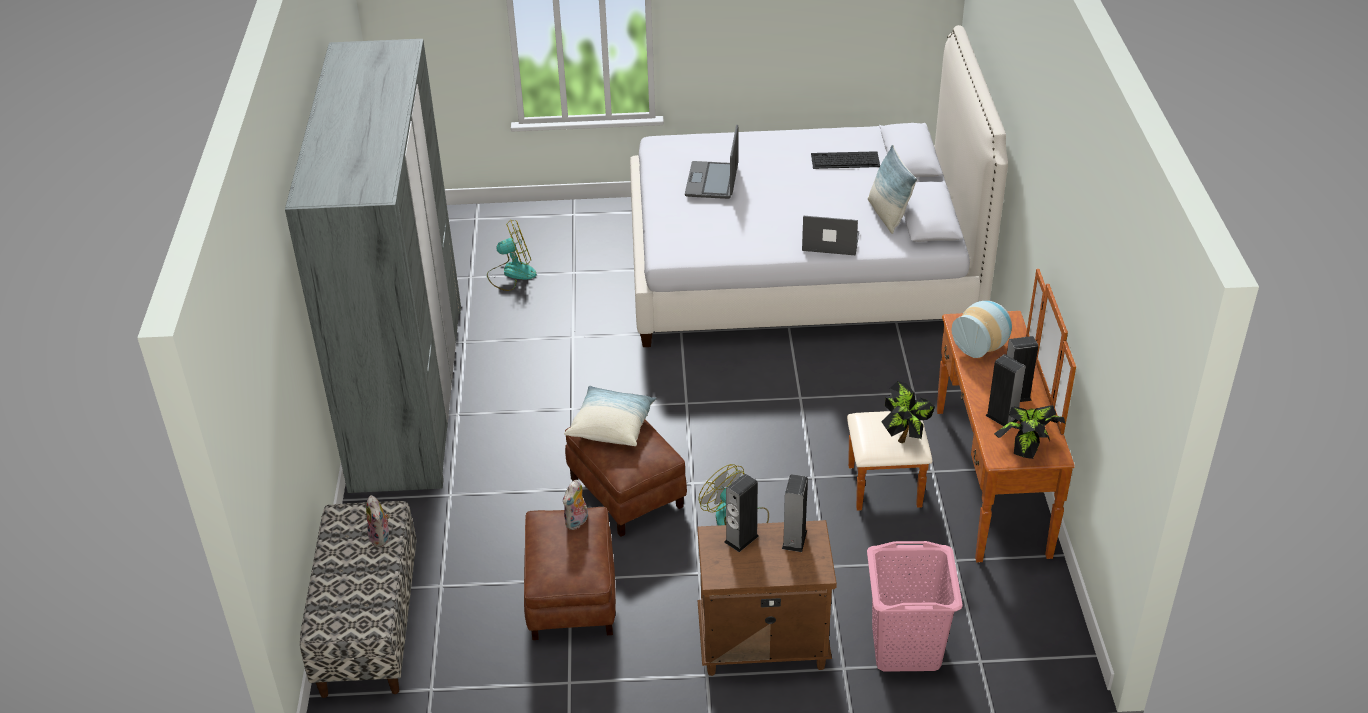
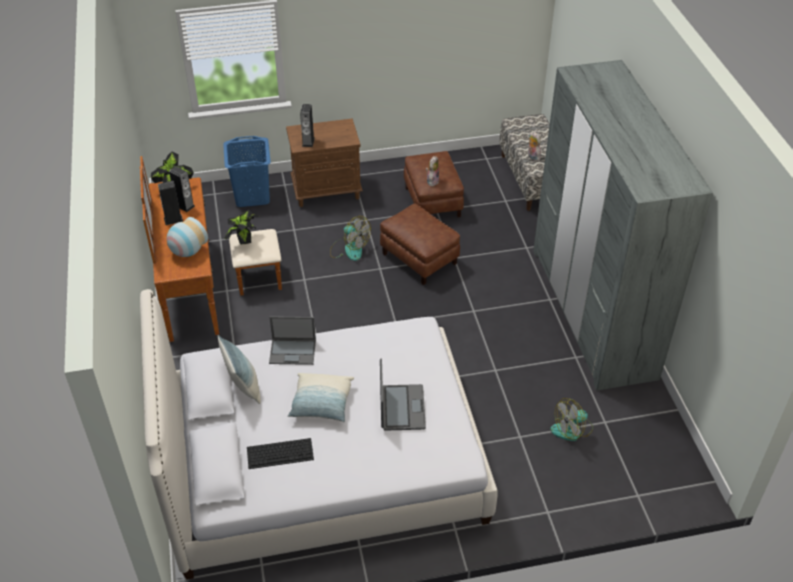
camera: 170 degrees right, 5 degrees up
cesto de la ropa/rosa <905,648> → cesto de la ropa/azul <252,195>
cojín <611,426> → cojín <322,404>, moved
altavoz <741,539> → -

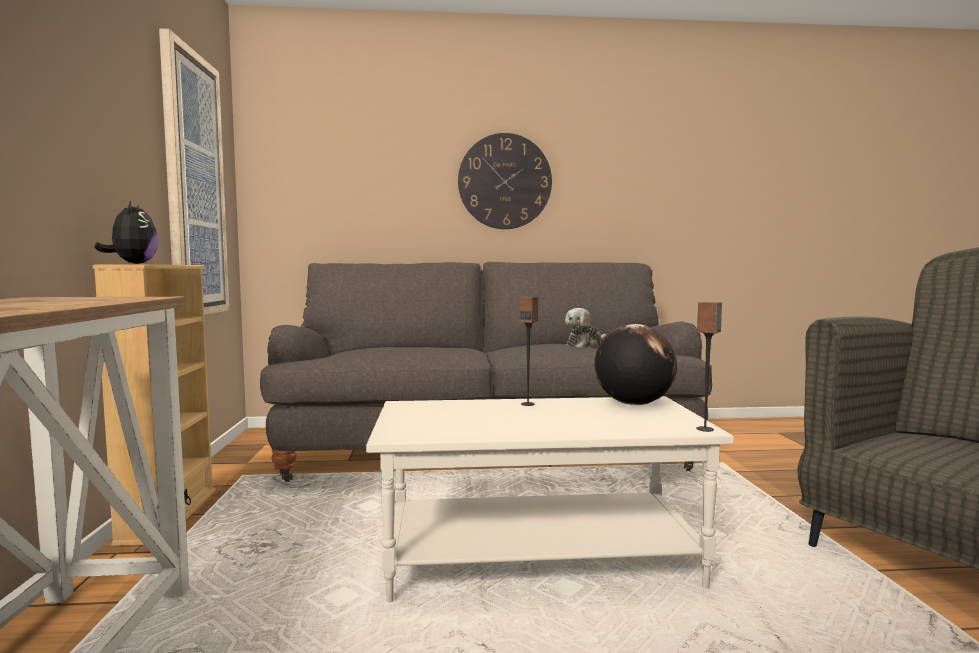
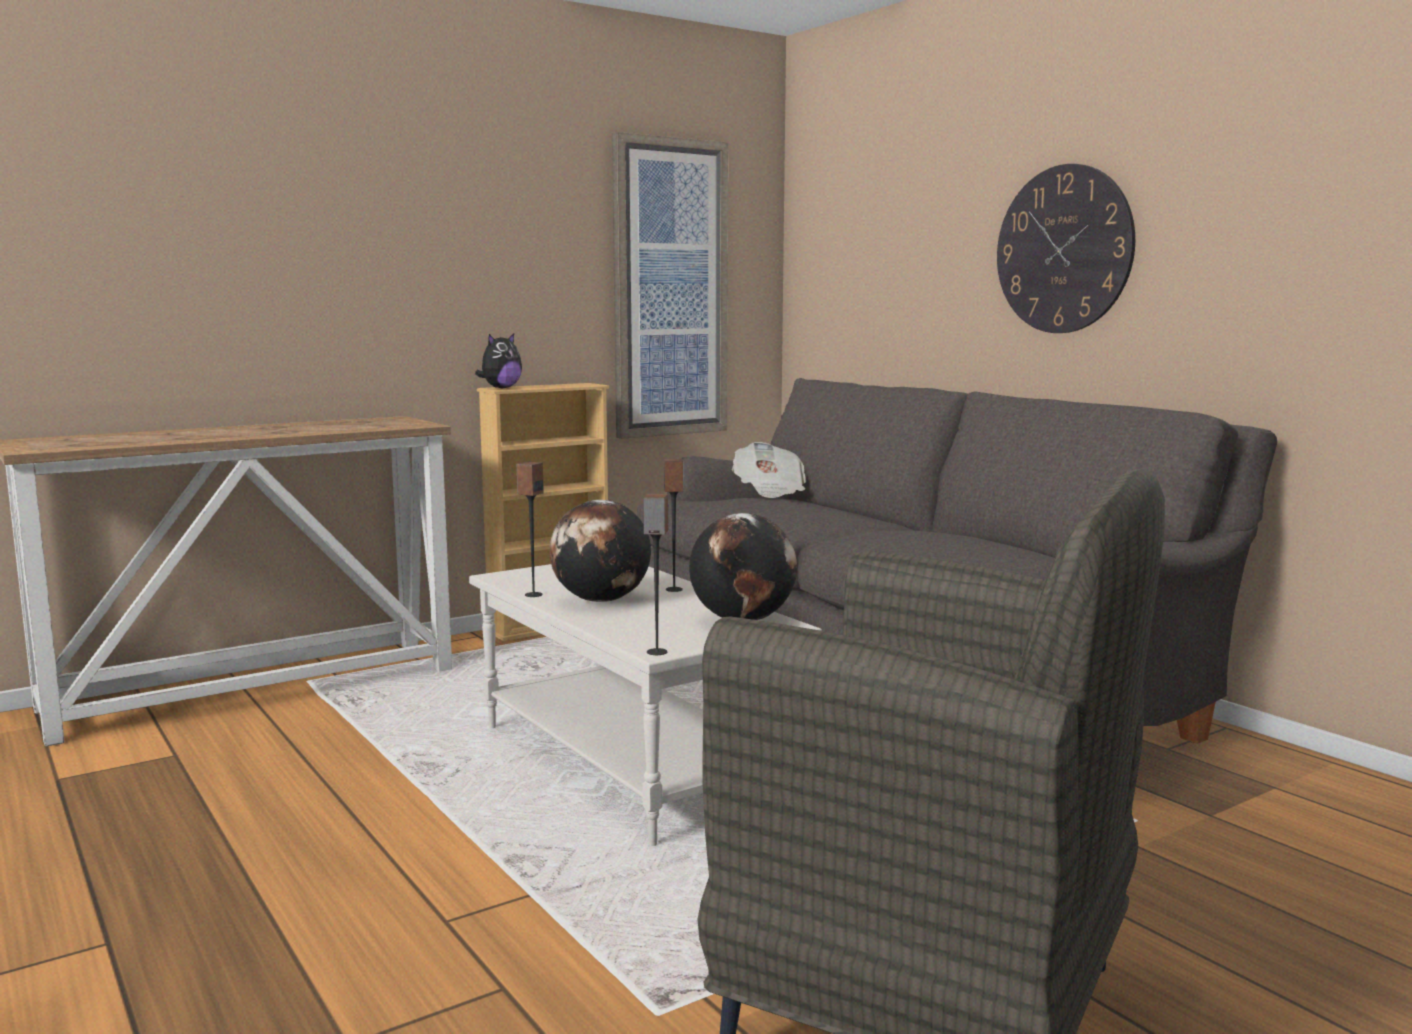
camera: 60 degrees right, 5 degrees up
- → altavoz <533,595>
- → globo terráqueo <601,600>
- → periódico <769,491>
peluche <585,345> → -

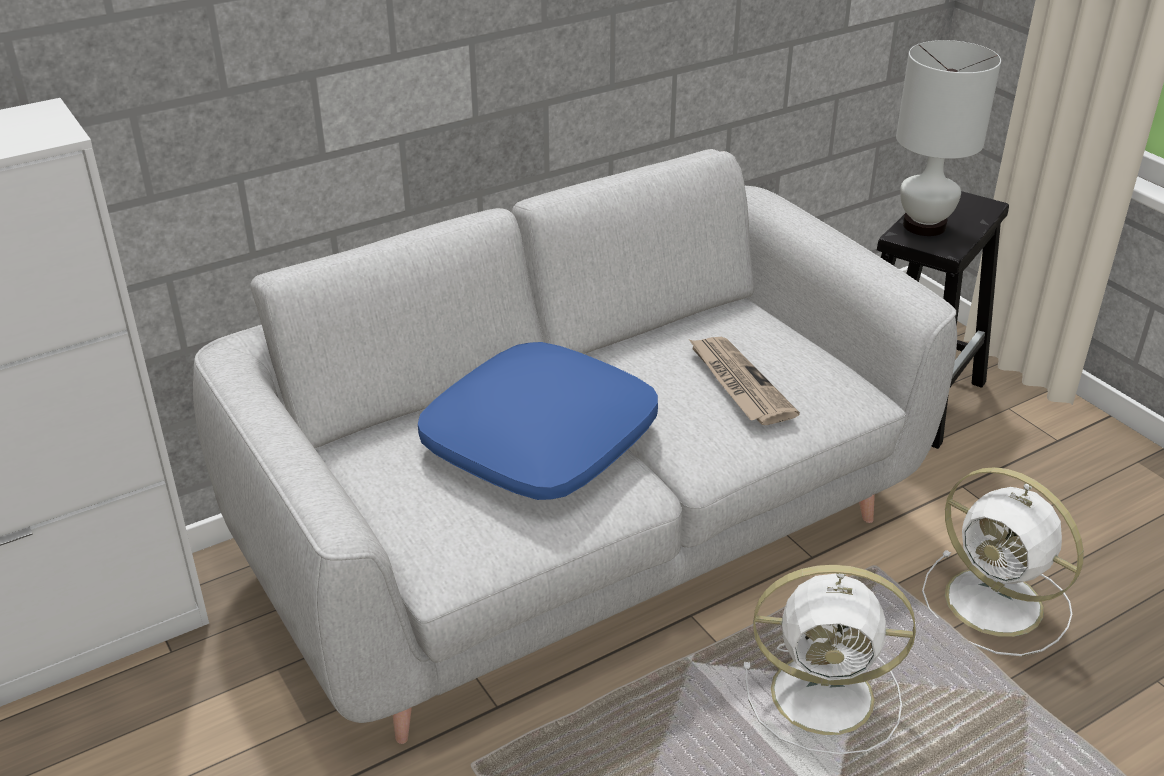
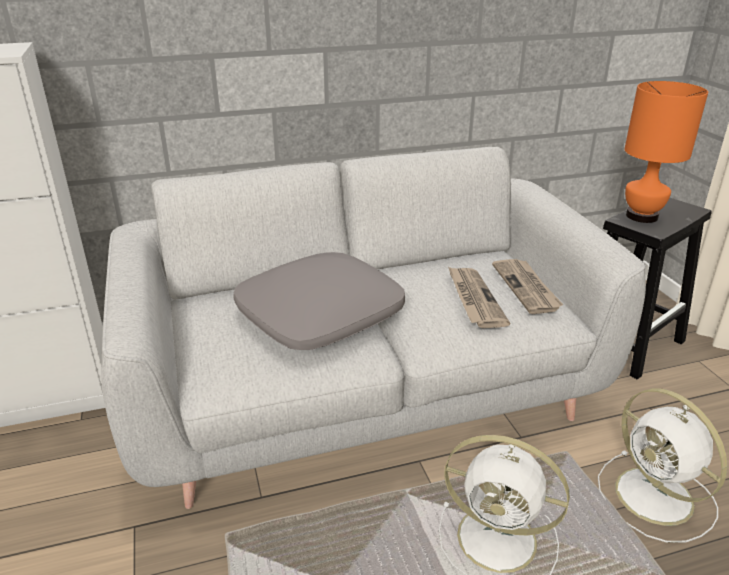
camera: 15 degrees right, 5 degrees down
cojín/azul <539,440> → cojín/gris <320,314>
- → periódico <526,288>
lámpara de mesa/blanco <924,225> → lámpara de mesa/naranja <642,216>

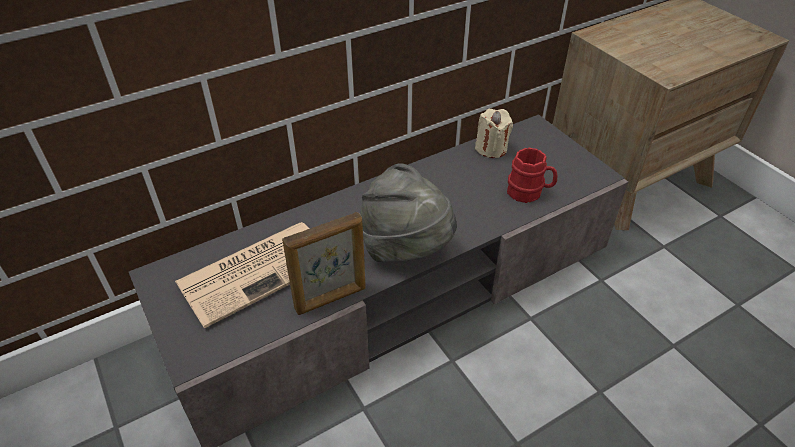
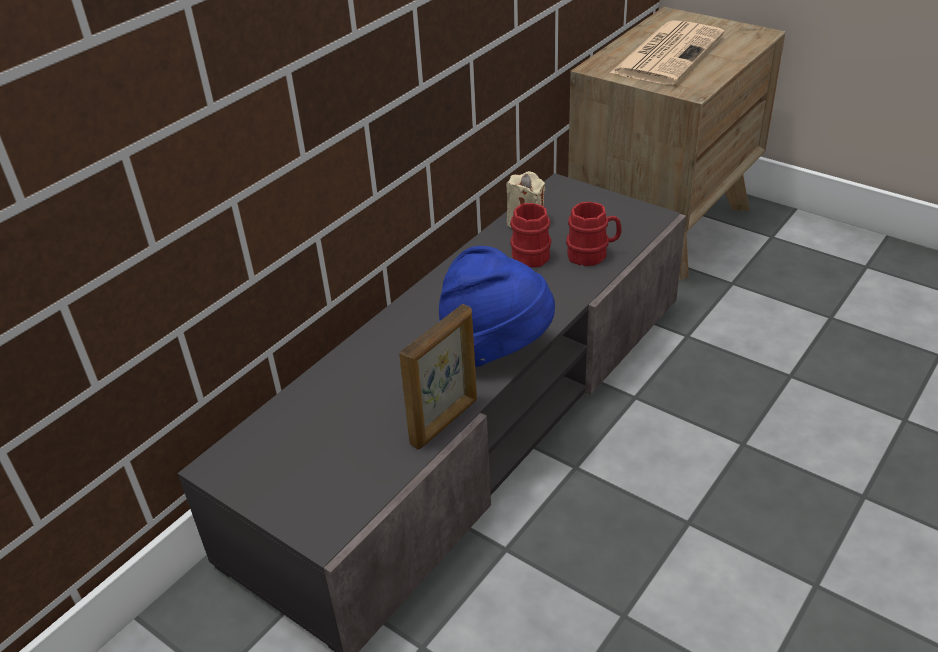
camera: 20 degrees left, 5 degrees down
sombrero/gris <406,248> → sombrero/azul <495,347>
- → taza grande/rojo <530,252>
periódico <257,270> → periódico <668,53>, moved

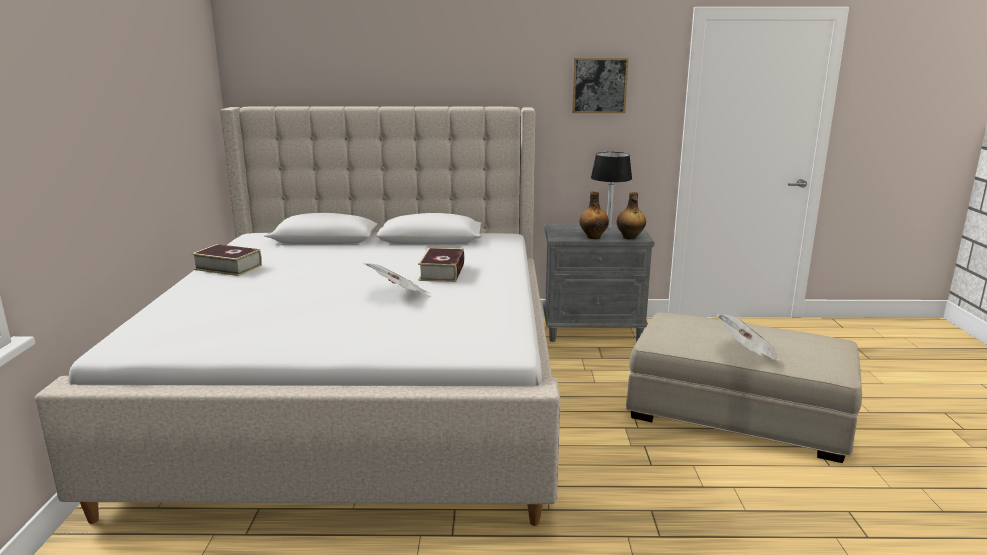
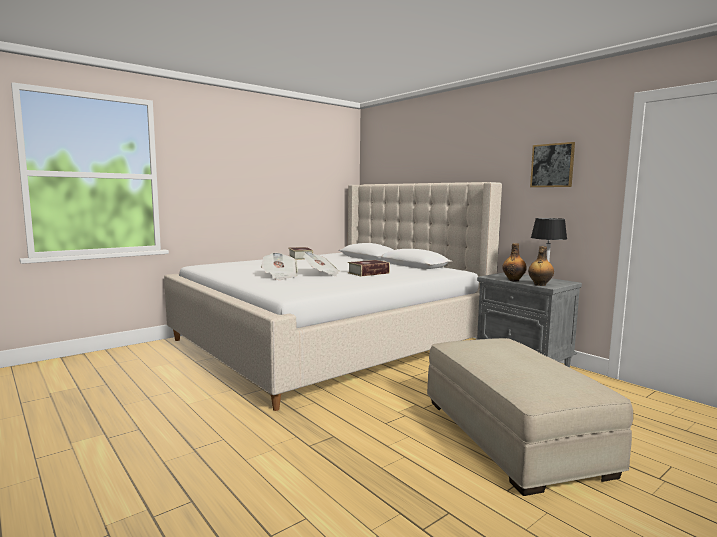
camera: 50 degrees right, 10 degrees down
periódico <747,352> → periódico <280,276>, moved

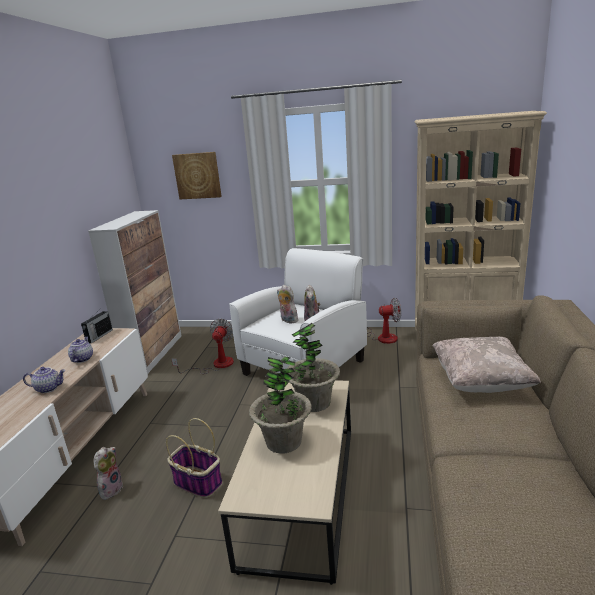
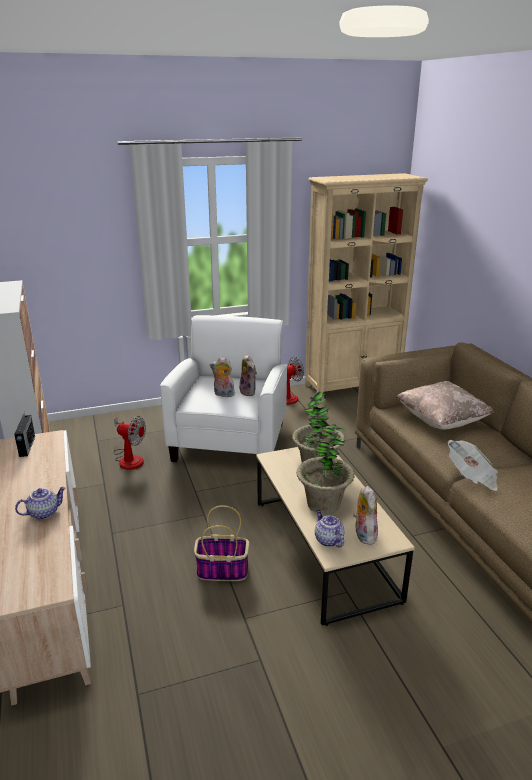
camera: 30 degrees left, 5 degrees up
ventilador <215,365> → ventilador <129,458>, 120 degrees clockwise
tetera <82,359> → tetera <328,540>, moved
peluche <111,489> → peluche <363,534>, moved
- → periódico <472,477>
cuadro <197,175> → -

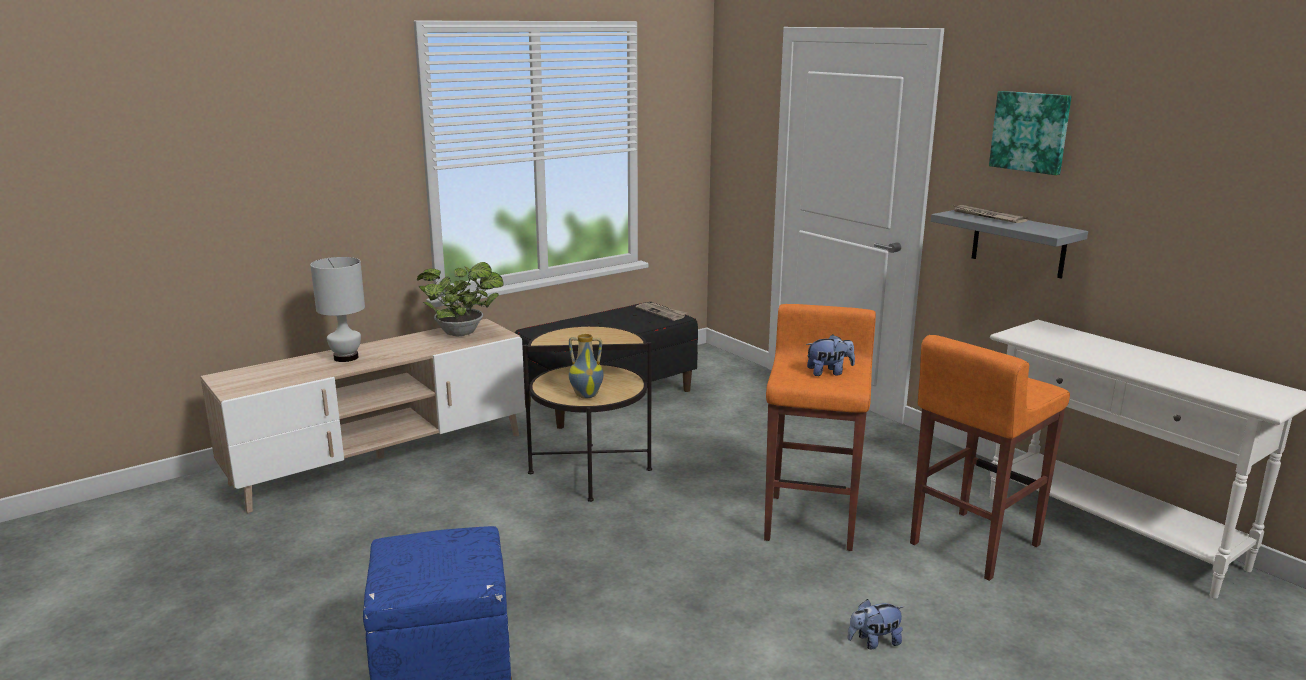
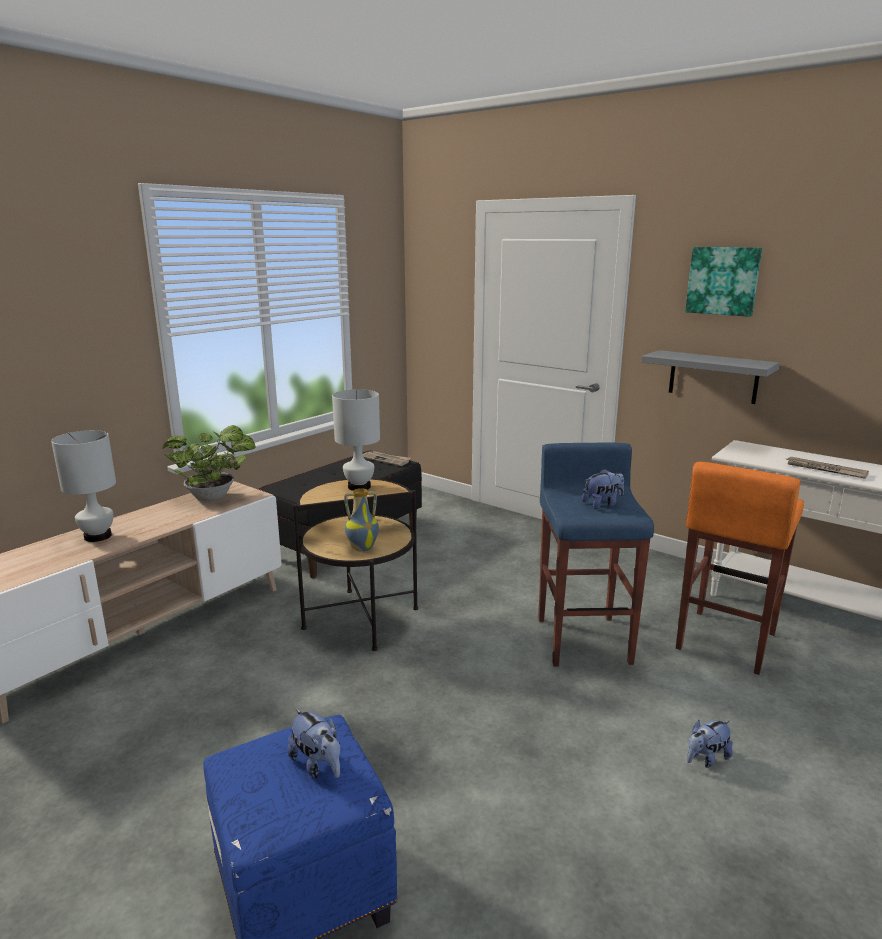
camera: 15 degrees left, 0 degrees up
- → peluche <318,765>
- → lámpara de mesa/blanco <359,487>
taburete/naranja <812,520> → taburete/azul <584,639>
periódico <987,216> → periódico <825,470>, moved

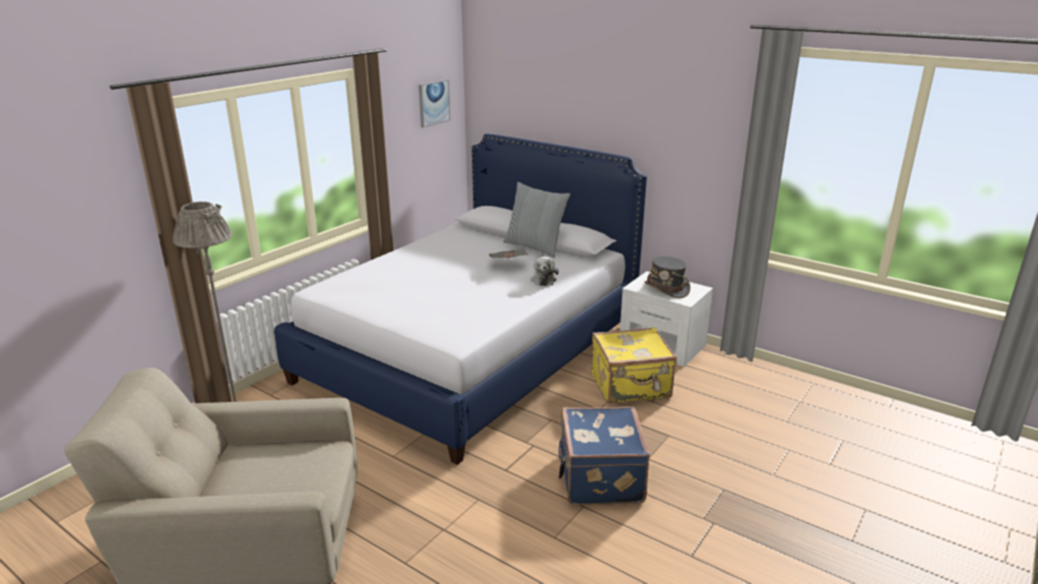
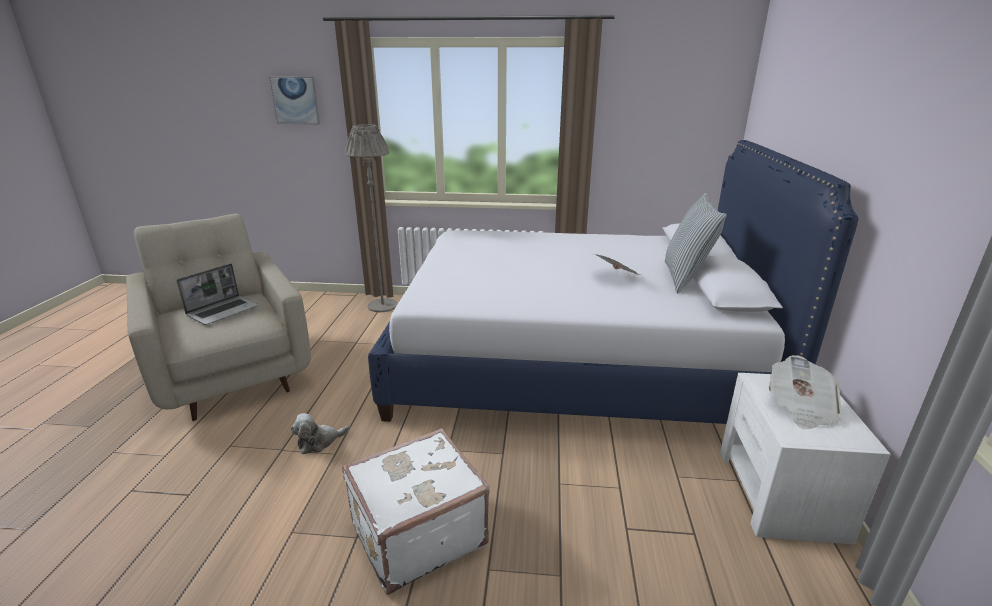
camera: 60 degrees right, 0 degrees up
- → portátil <223,311>
cuadro <433,103> → cuadro <295,100>, moved
peluche <543,279> → peluche <319,442>, moved
maleta/azul <599,478> → maleta/blanco <416,533>
sombrero/gris <667,289> → periódico <800,408>
maleta/amarillo <631,386> → -

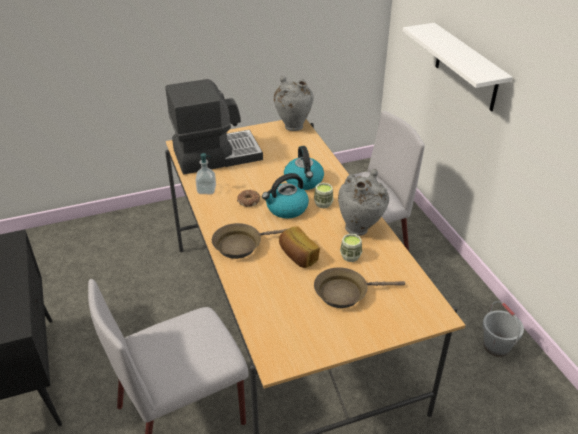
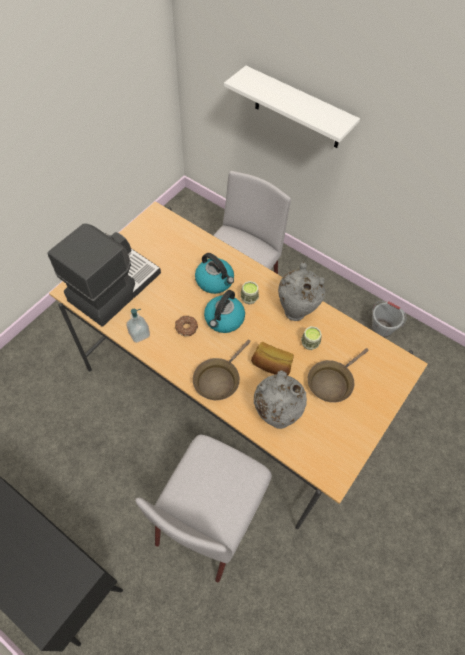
camera: 35 degrees left, 20 degrees up
florero/gris <293,126> → florero/gris <276,415>, moved

